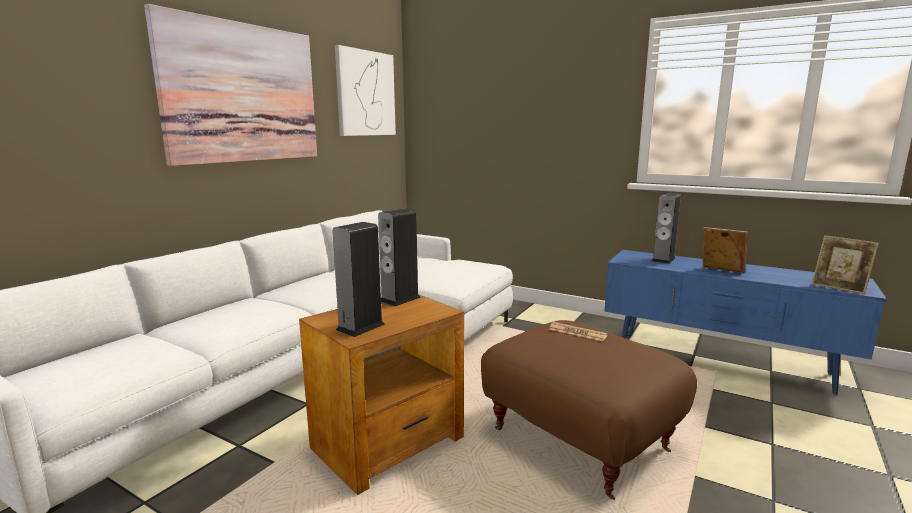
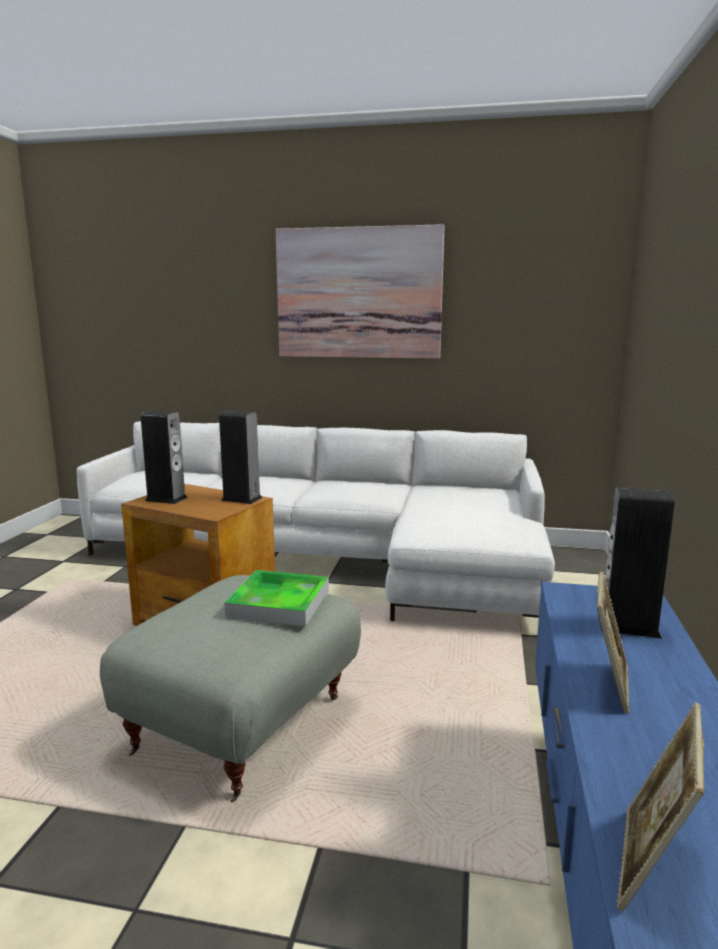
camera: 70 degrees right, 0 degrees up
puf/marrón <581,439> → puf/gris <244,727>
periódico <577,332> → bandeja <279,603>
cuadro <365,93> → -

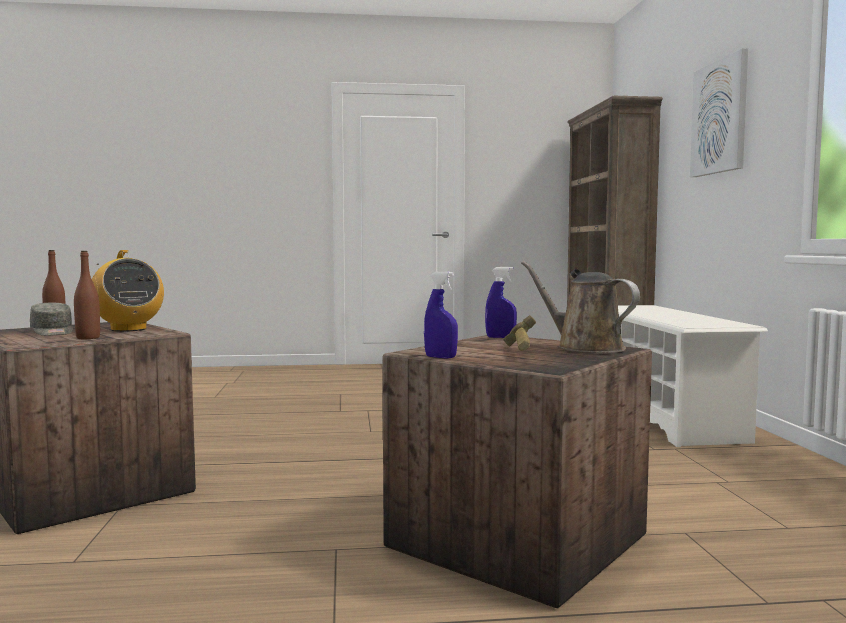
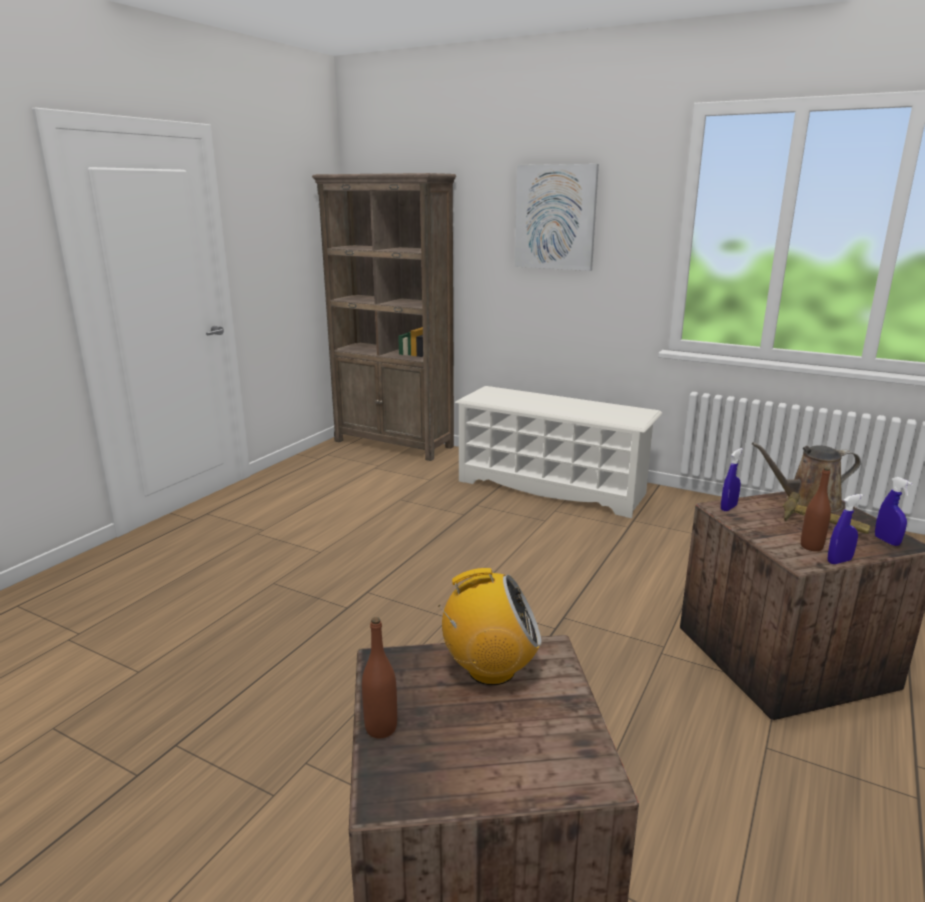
camera: 55 degrees left, 15 degrees up
botella/marrón <88,338> → botella/marrón <811,546>, moved
- → pulverizador/azul <887,541>
gorra/gris <52,332> → -

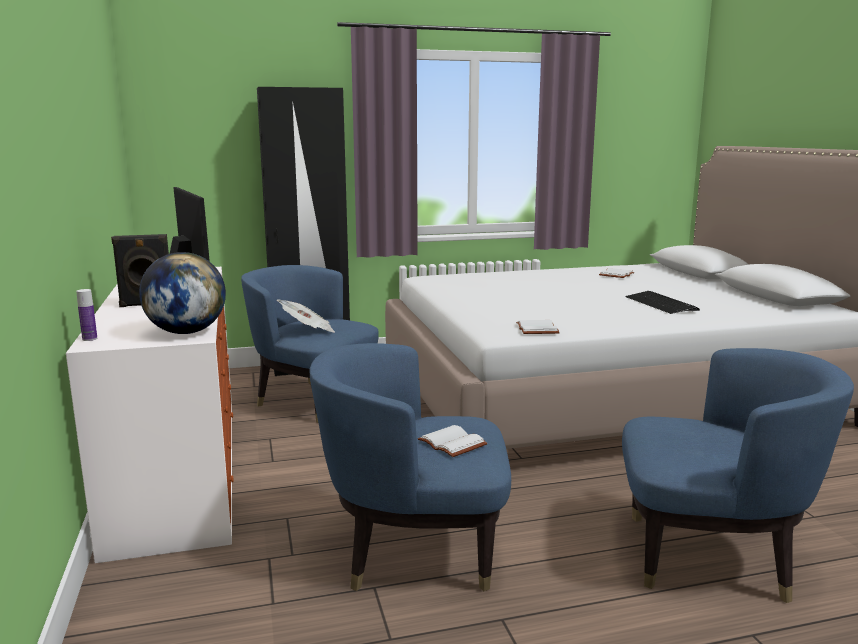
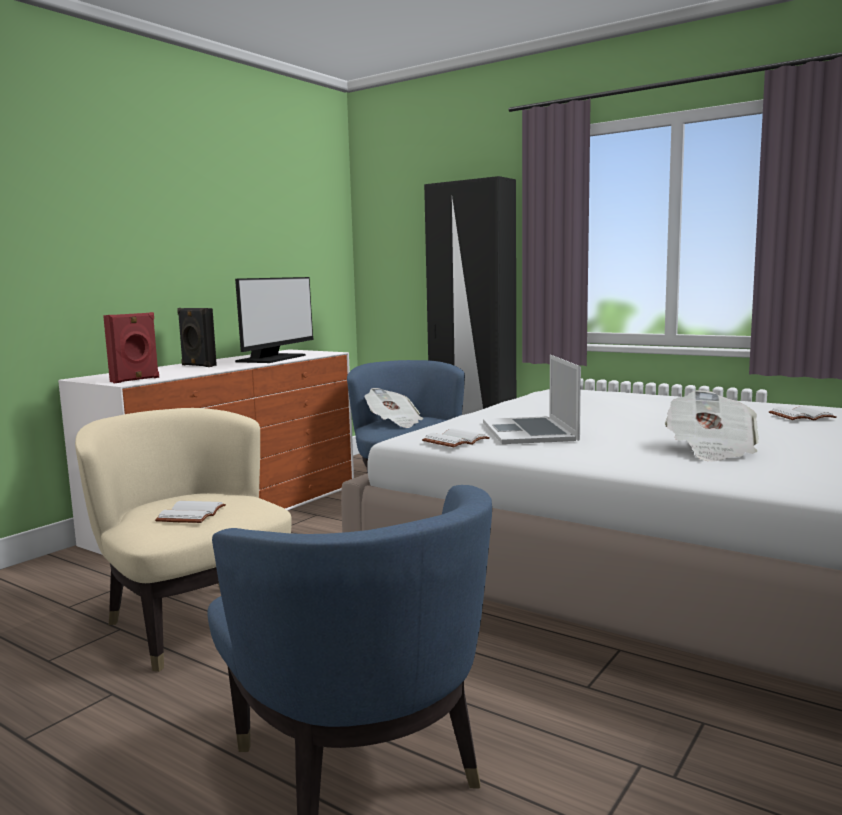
camera: 50 degrees right, 5 degrees down
sillón/azul <415,551> → sillón/beis <193,623>
globo terráqueo <186,332> → altavoz/rojo <135,380>
- → portátil <529,431>
teclado <661,304> → periódico <710,450>
botella <89,339> → -

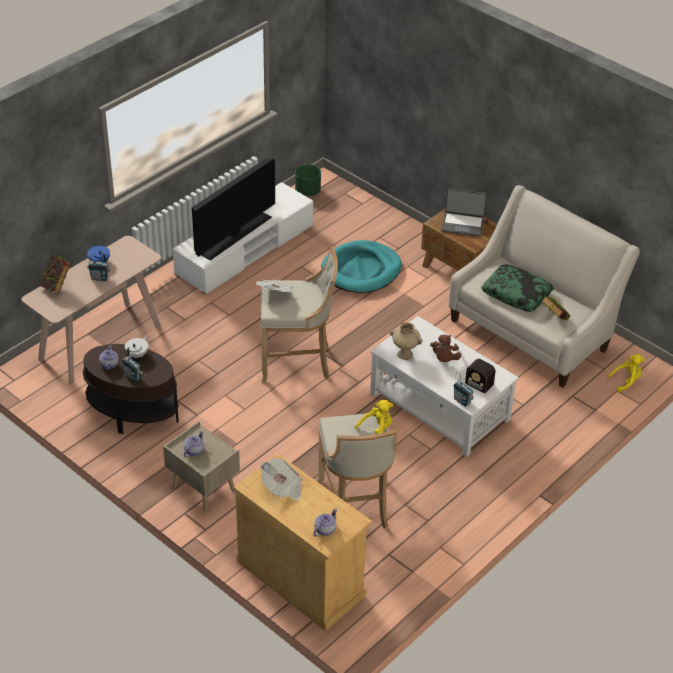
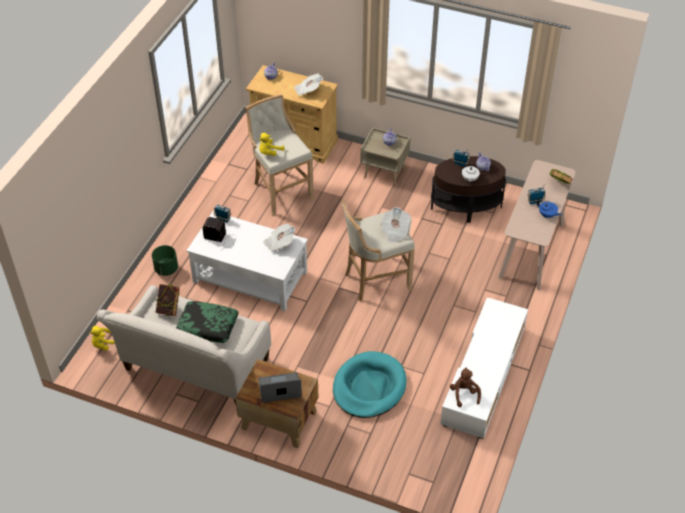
camera: 160 degrees right, 5 degrees up
maceta/verde <307,191> → maceta/verde <166,269>, moved
florero/beis <405,354> → periódico <279,243>
peluche/marrón <444,358> → peluche/marrón <464,394>, moved
televisor <235,235> → -

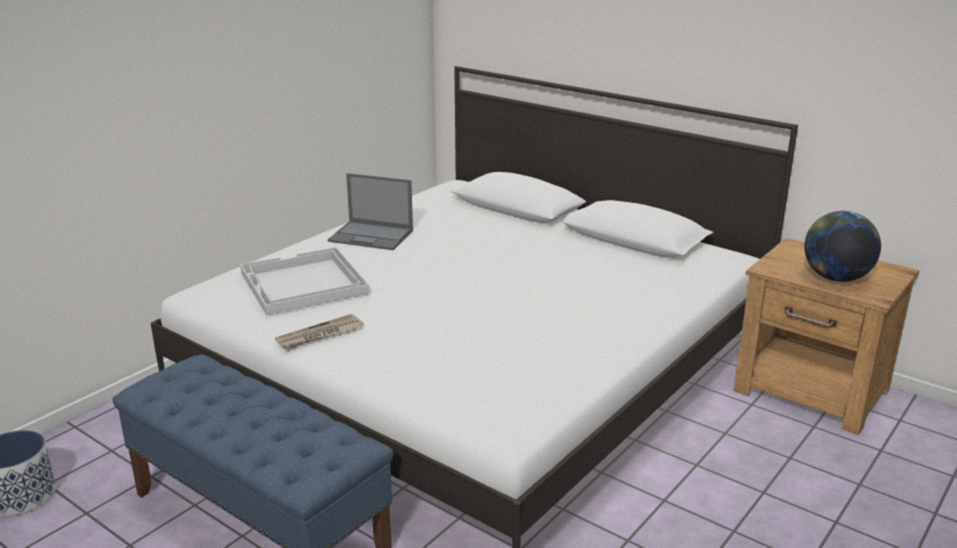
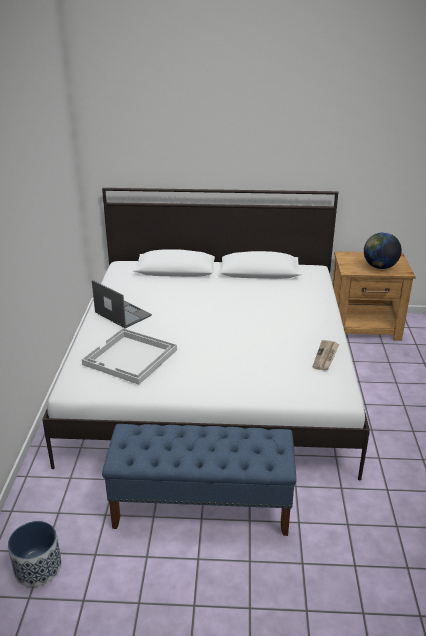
camera: 35 degrees left, 5 degrees up
portátil <372,236> → portátil <122,314>, 120 degrees counterclockwise
periódico <319,335> → periódico <326,356>, moved

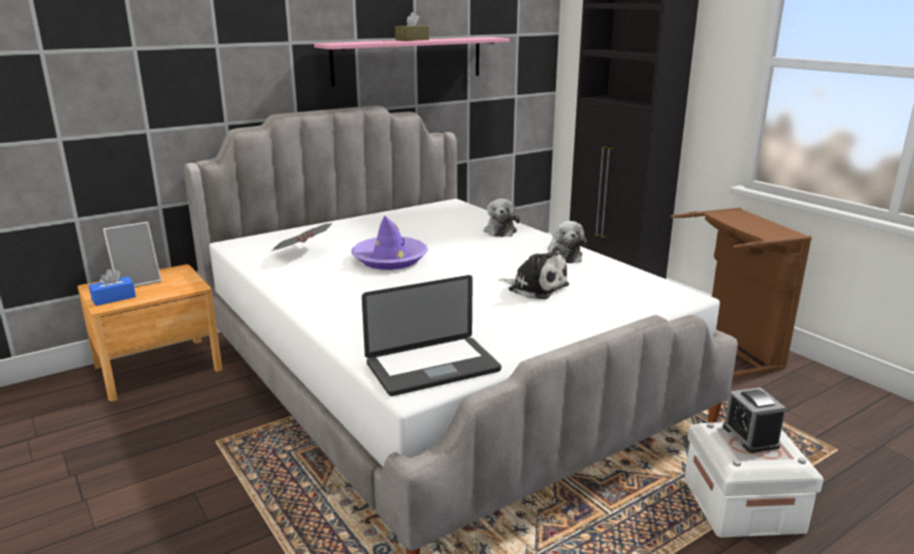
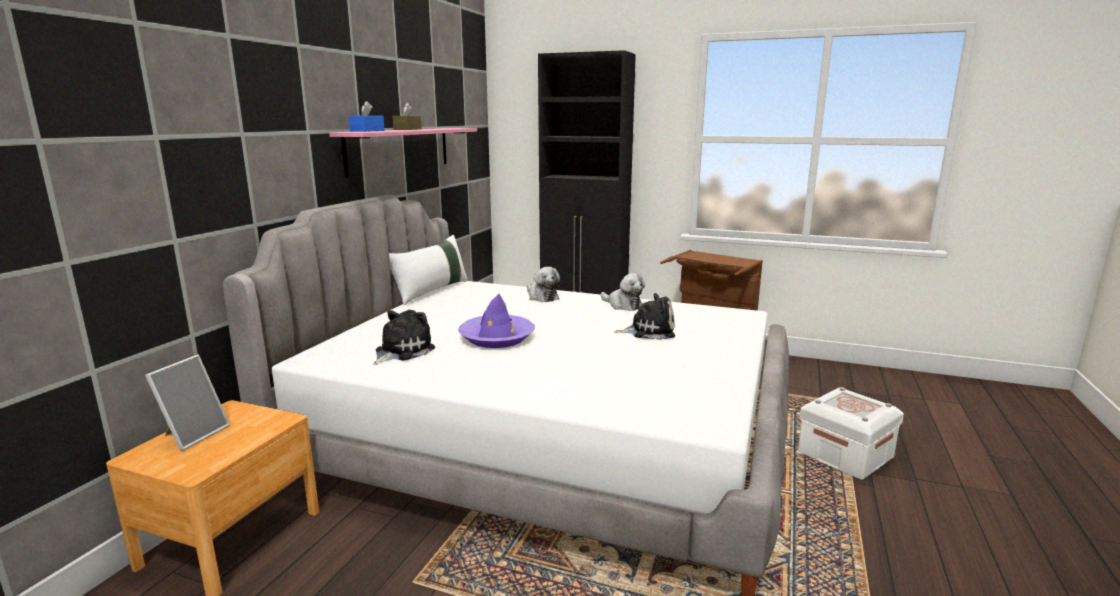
camera: 35 degrees left, 5 degrees down
caja de pañuelos/azul <113,298> → caja de pañuelos/azul <367,131>, moved
periódico <302,253> → peluche <401,351>
- → cojín/blanco <431,291>
portátil <433,367> → -
despertador <750,436> → -

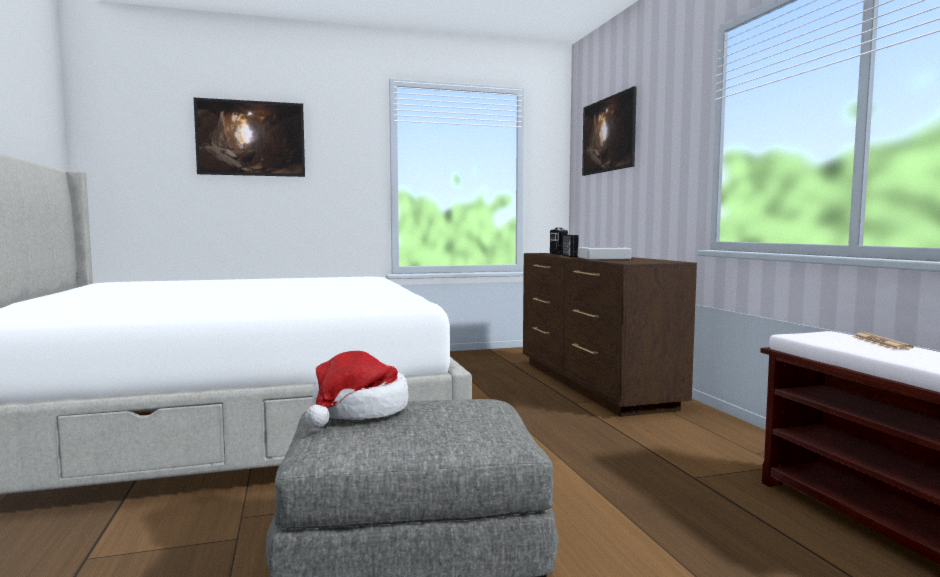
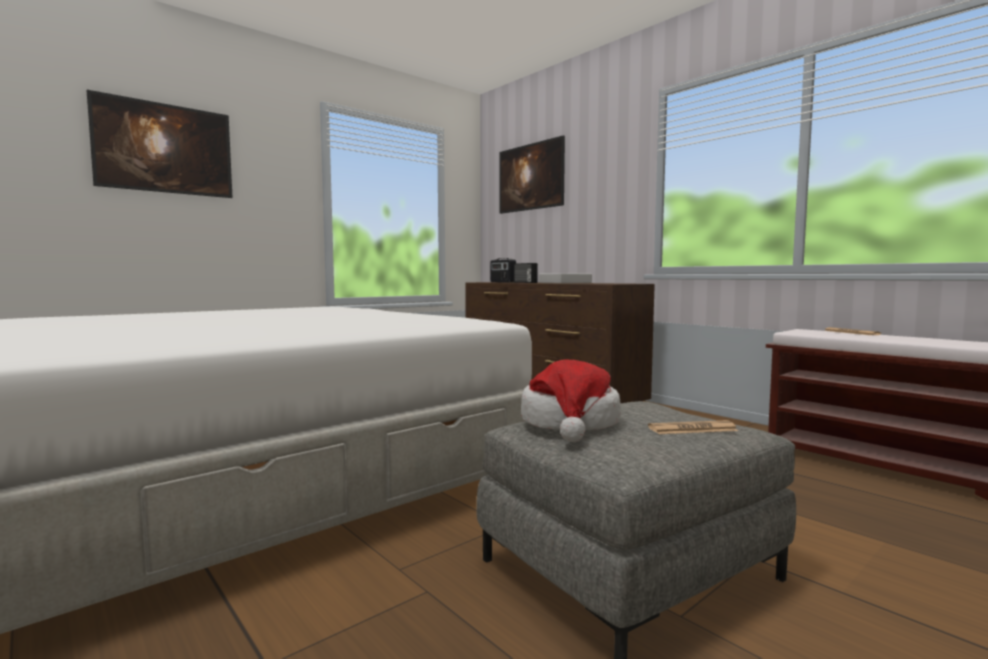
camera: 25 degrees left, 0 degrees up
- → periódico <692,429>

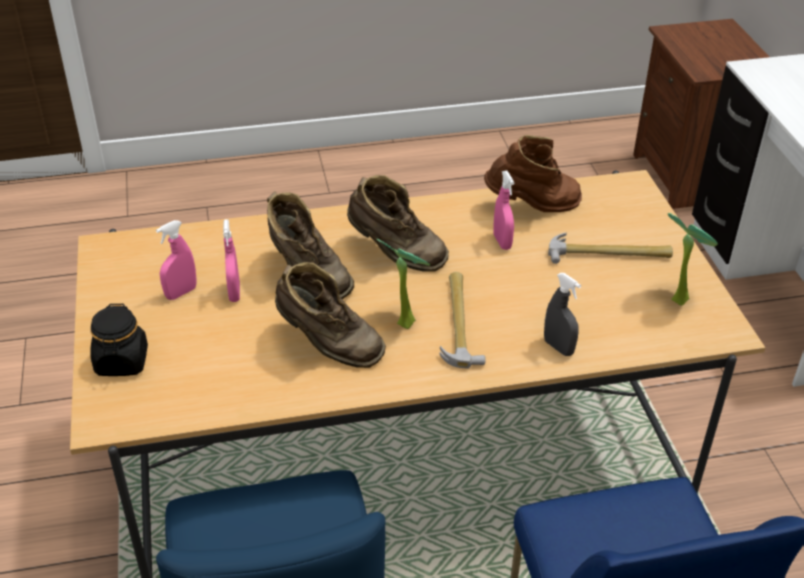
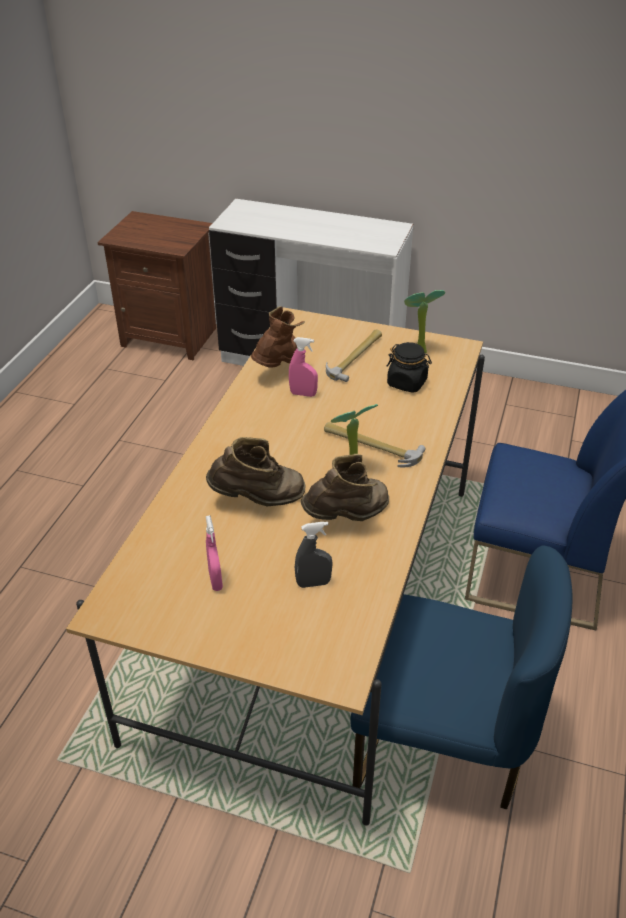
camera: 60 degrees left, 0 degrees up
pulverizador/gris <558,347> → pulverizador/gris <313,583>, moved
tarro/negro <122,362> → tarro/negro <407,383>, moved
pulverizador/rosa <234,293> → -
bota/marrón <395,254> → -

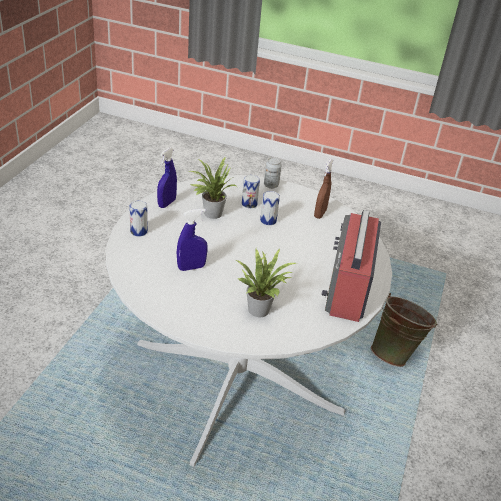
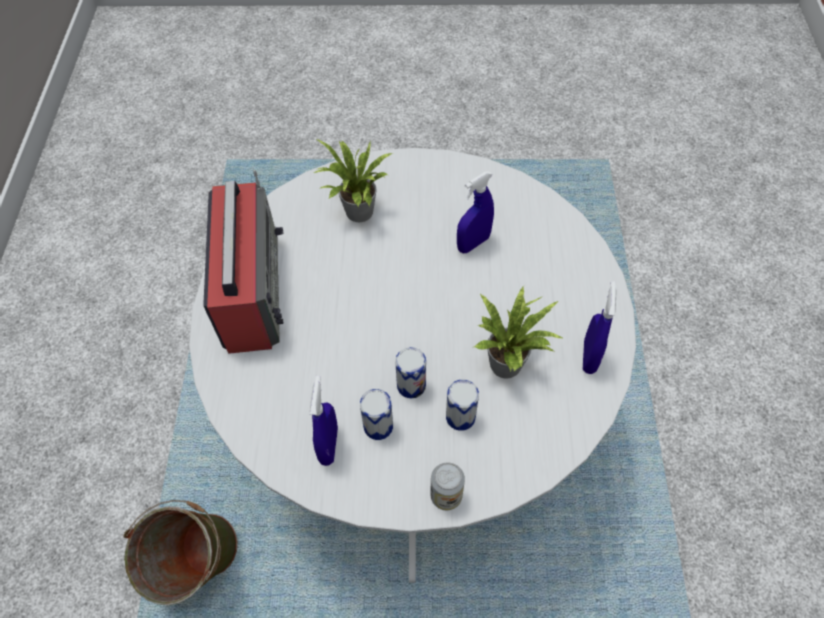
camera: 165 degrees right, 20 degrees up
pulverizador/marrón <320,213> → pulverizador/azul <329,445>
lata <139,231> → lata <378,426>, moved

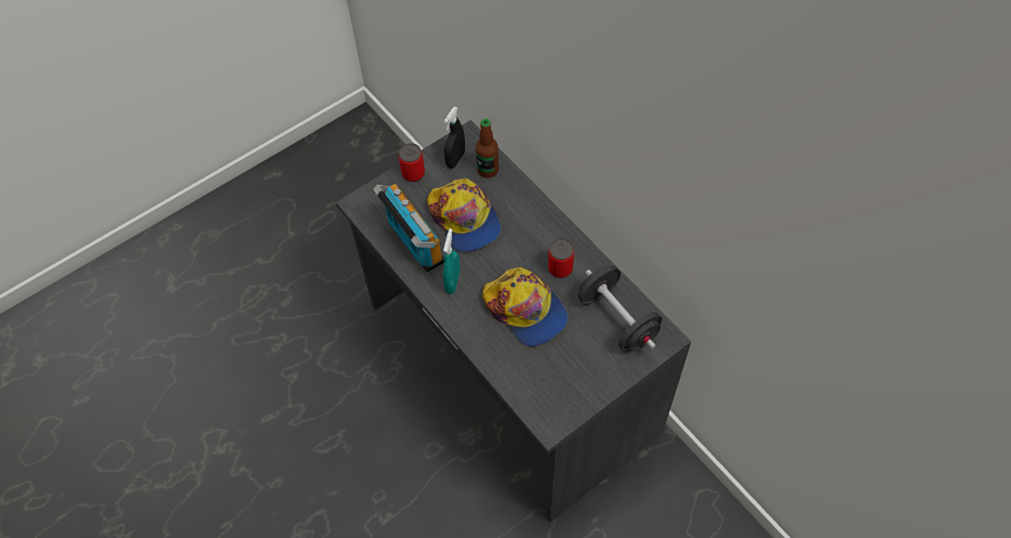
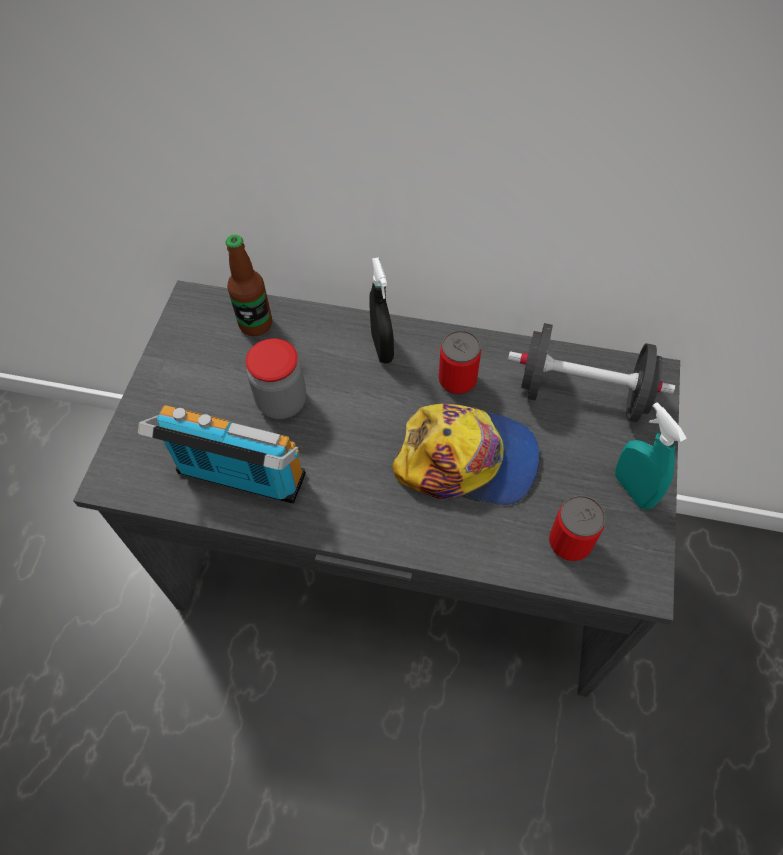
camera: 40 degrees left, 0 degrees up
gorra <465,219> → tarro <282,402>
pulverizador/negro <455,159> → pulverizador/negro <382,348>, moved
lata <413,173> → lata <570,542>, moved
pulverizador/turquesa <452,282> → pulverizador/turquesa <633,489>, moved

